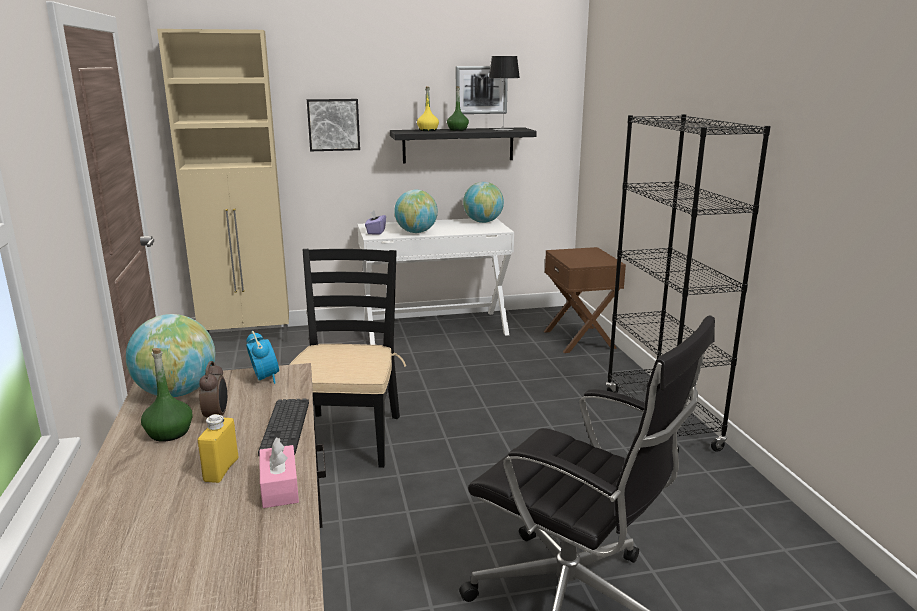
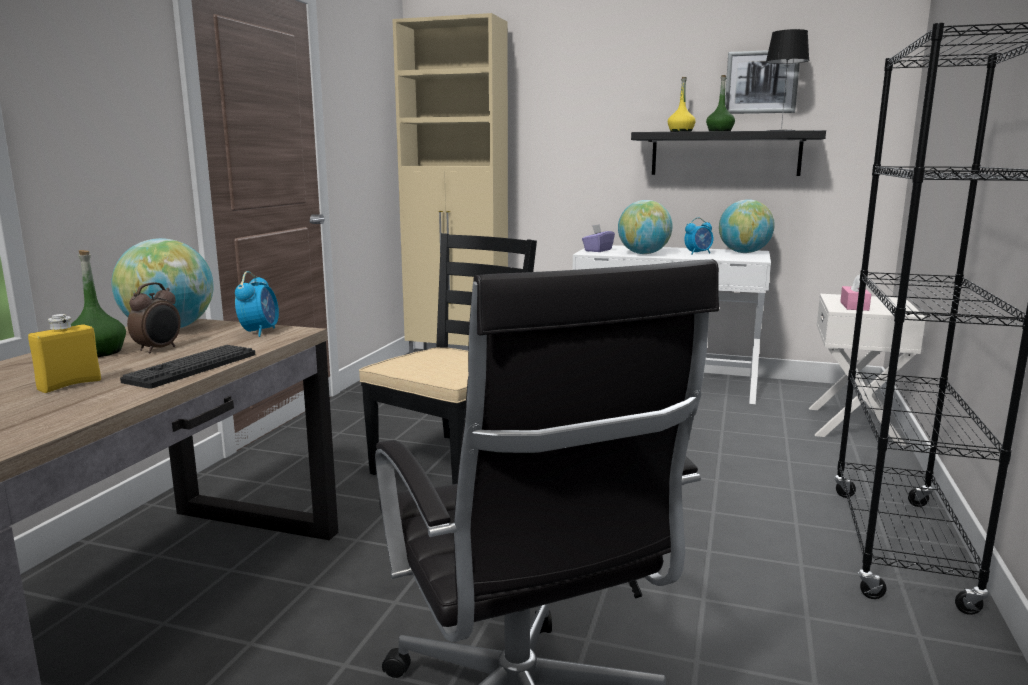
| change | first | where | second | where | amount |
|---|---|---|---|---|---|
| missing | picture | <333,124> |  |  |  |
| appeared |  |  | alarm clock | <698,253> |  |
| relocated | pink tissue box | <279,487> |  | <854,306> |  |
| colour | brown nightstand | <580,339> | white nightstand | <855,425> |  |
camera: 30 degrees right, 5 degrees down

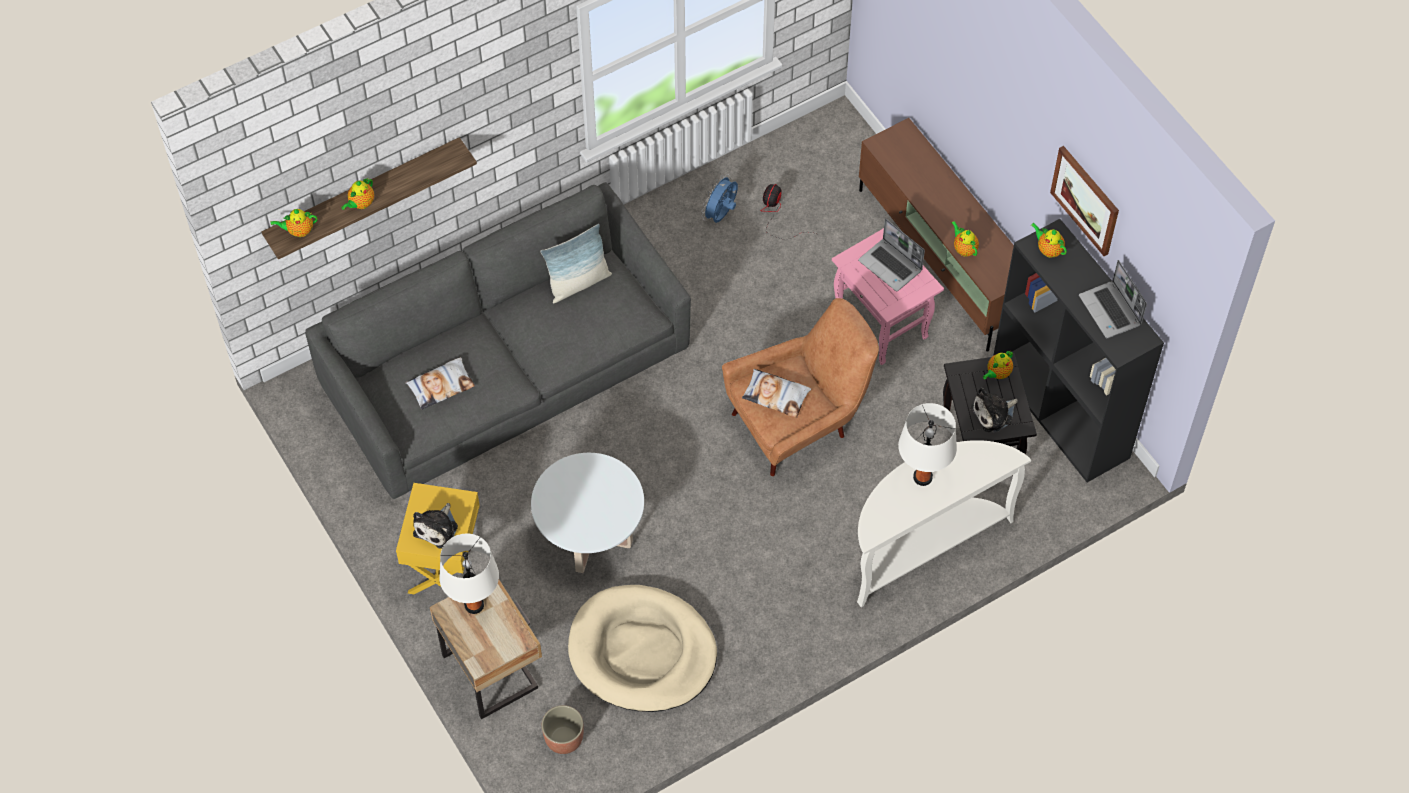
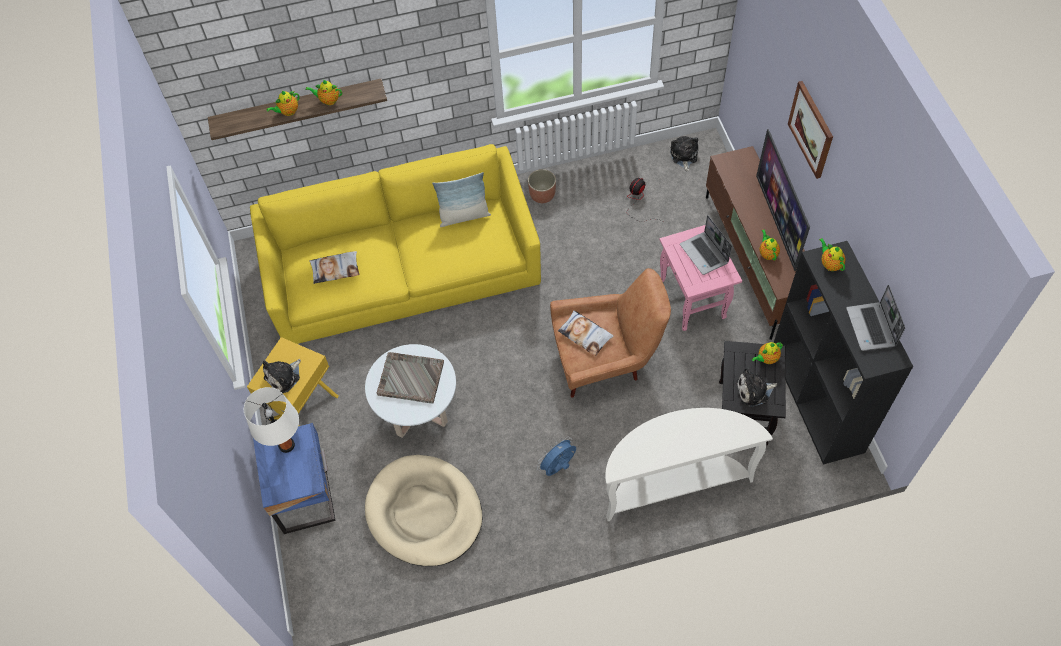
| change | first | where | second | where | amount |
|---|---|---|---|---|---|
| missing | white table lamp | <923,477> |  |  |  |
| appeared |  |  | grey tray | <410,378> |  |
| appeared |  |  | plush toy | <683,156> |  |
| appeared |  |  | television | <777,222> |  |
| relocated | teapot | <298,231> |  | <328,100> |  |
| relocated | planter | <564,738> |  | <542,195> |  |
| relocated | blue fan | <721,215> |  | <558,467> |  |
| relocated | picture | <1086,200> |  | <811,129> |  |
| colour | grey sofa | <505,366> | yellow sofa | <403,267> |  |
| colour | beige nightstand | <492,670> | blue nightstand | <307,496> |  |
camera: 20 degrees right, 0 degrees up

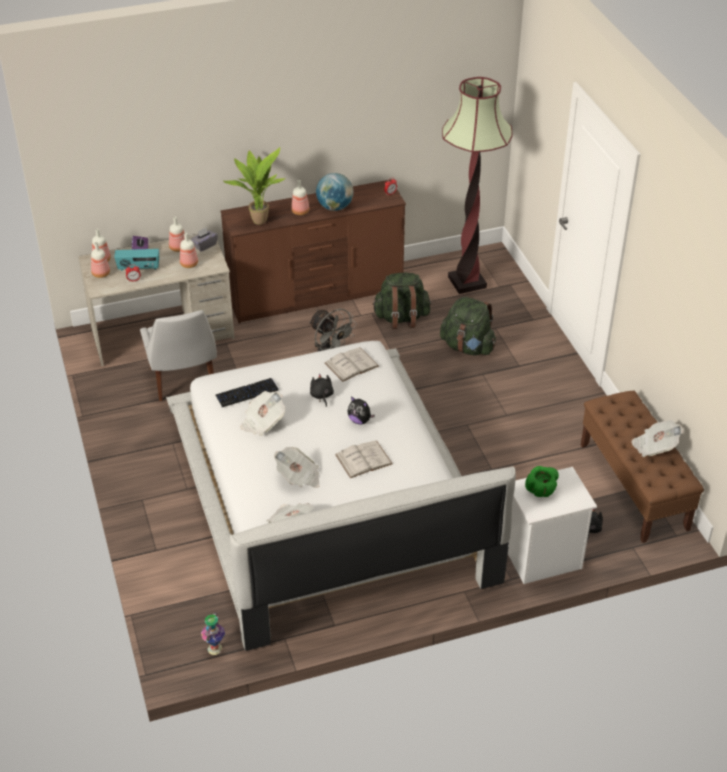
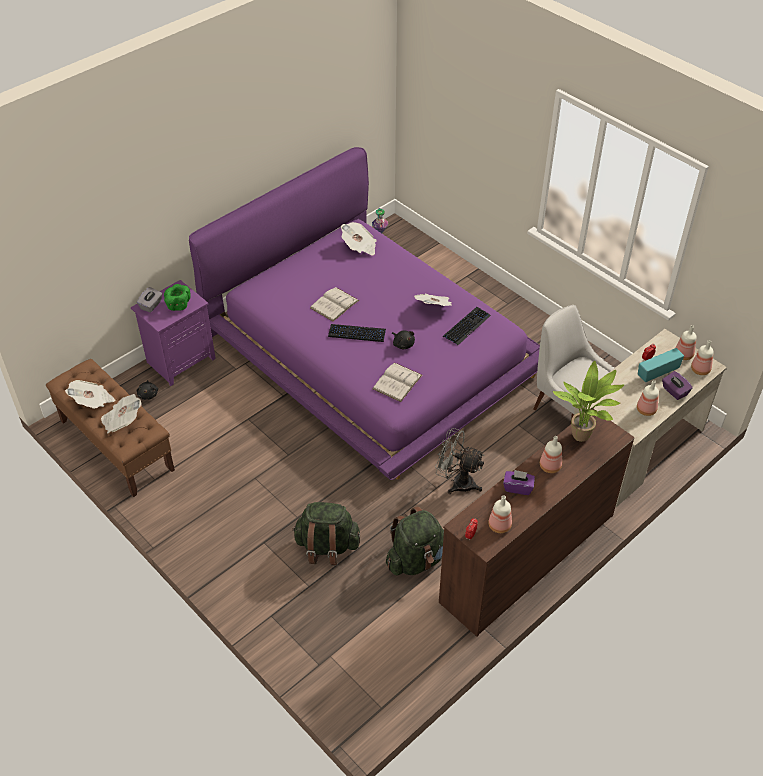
| change | first | where | second | where | amount |
|---|---|---|---|---|---|
| missing | floor lamp | <467,282> |  |  |  |
| relocated | bottle | <189,264> |  | <500,526> |  |
| relocated | grey tissue box | <204,245> |  | <151,305> |  |
| relocated | newspaper | <299,477> |  | <122,421> |  |
| exchanged | globe | <335,207> | purple tissue box | <518,487> |  |
| exchanged | plush toy | <360,420> | keyboard | <357,333> |  |
| colour | white bed | <328,497> | purple bed | <370,350> |  |
| colour | white nightstand | <541,558> | purple nightstand | <181,360> |  |
camera: 155 degrees right, 5 degrees up

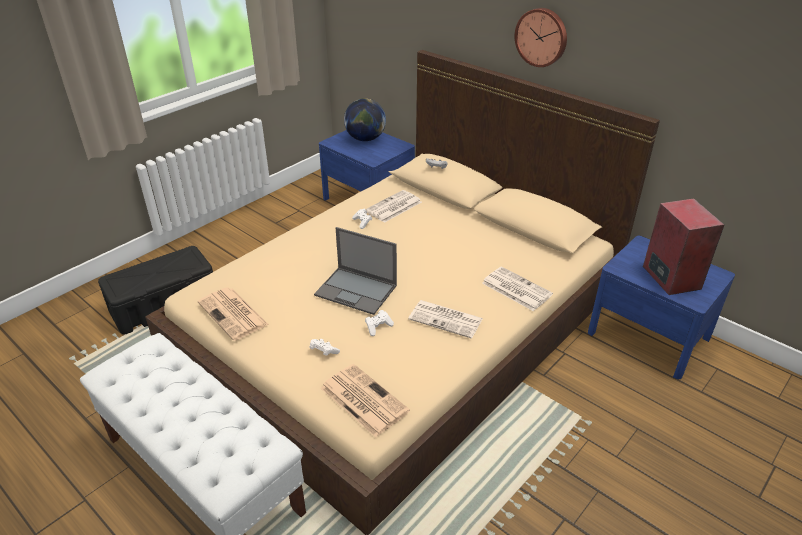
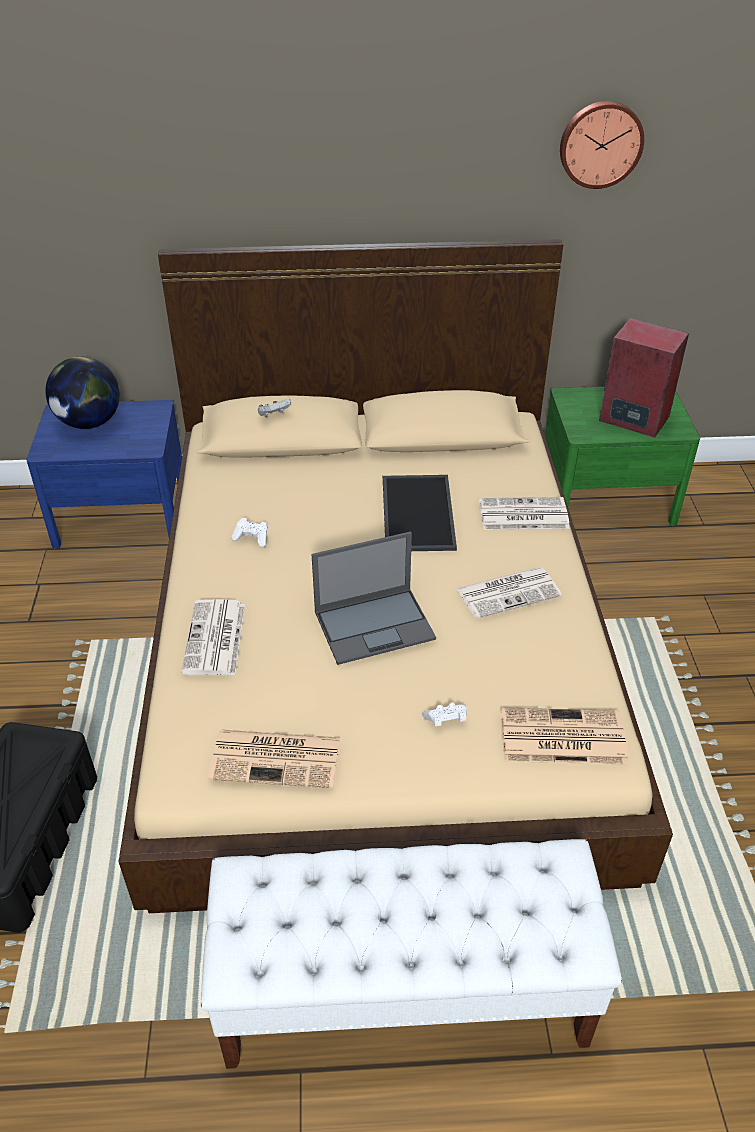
| change | first | where | second | where | amount |
|---|---|---|---|---|---|
| missing | white game controller | <378,327> |  |  |  |
| appeared |  |  | tray | <415,512> |  |
| relocated | newspaper | <393,207> |  | <215,639> |  |
| relocated | wall clock | <542,37> |  | <600,144> |  |
| colour | blue nightstand | <648,335> | green nightstand | <606,498> |  |
camera: 45 degrees left, 5 degrees up

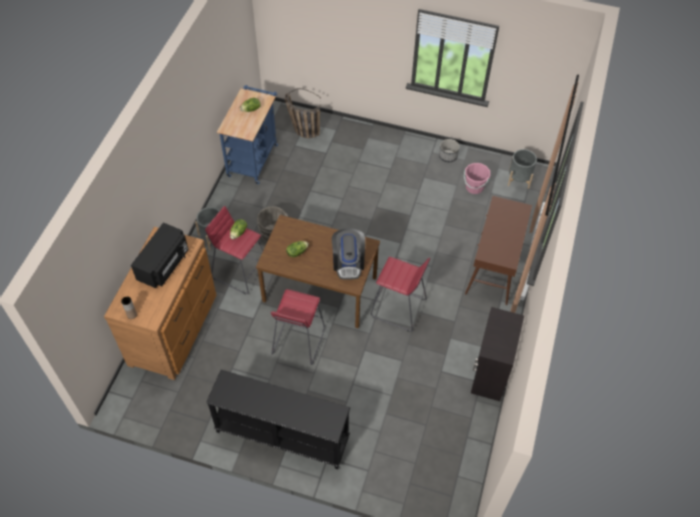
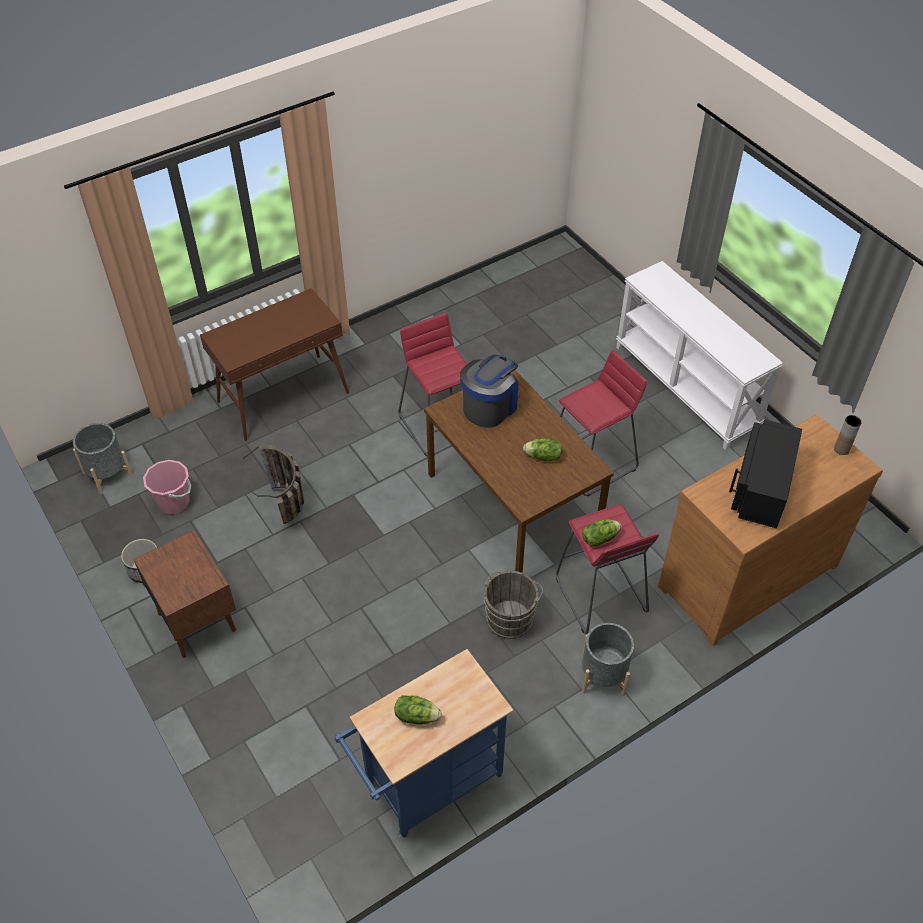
| change | first | where | second | where | amount |
|---|---|---|---|---|---|
| missing | black cabinet | <489,373> |  |  |  |
| appeared |  |  | brown nightstand | <197,620> |  |
| relocated | basket | <301,129> |  | <287,512> |  |
| colour | black console table | <281,435> | white console table | <686,387> |  |
| spun | black microwave | <164,264> |  | <760,488> | 45 degrees counterclockwise |
camera: 140 degrees left, 5 degrees down

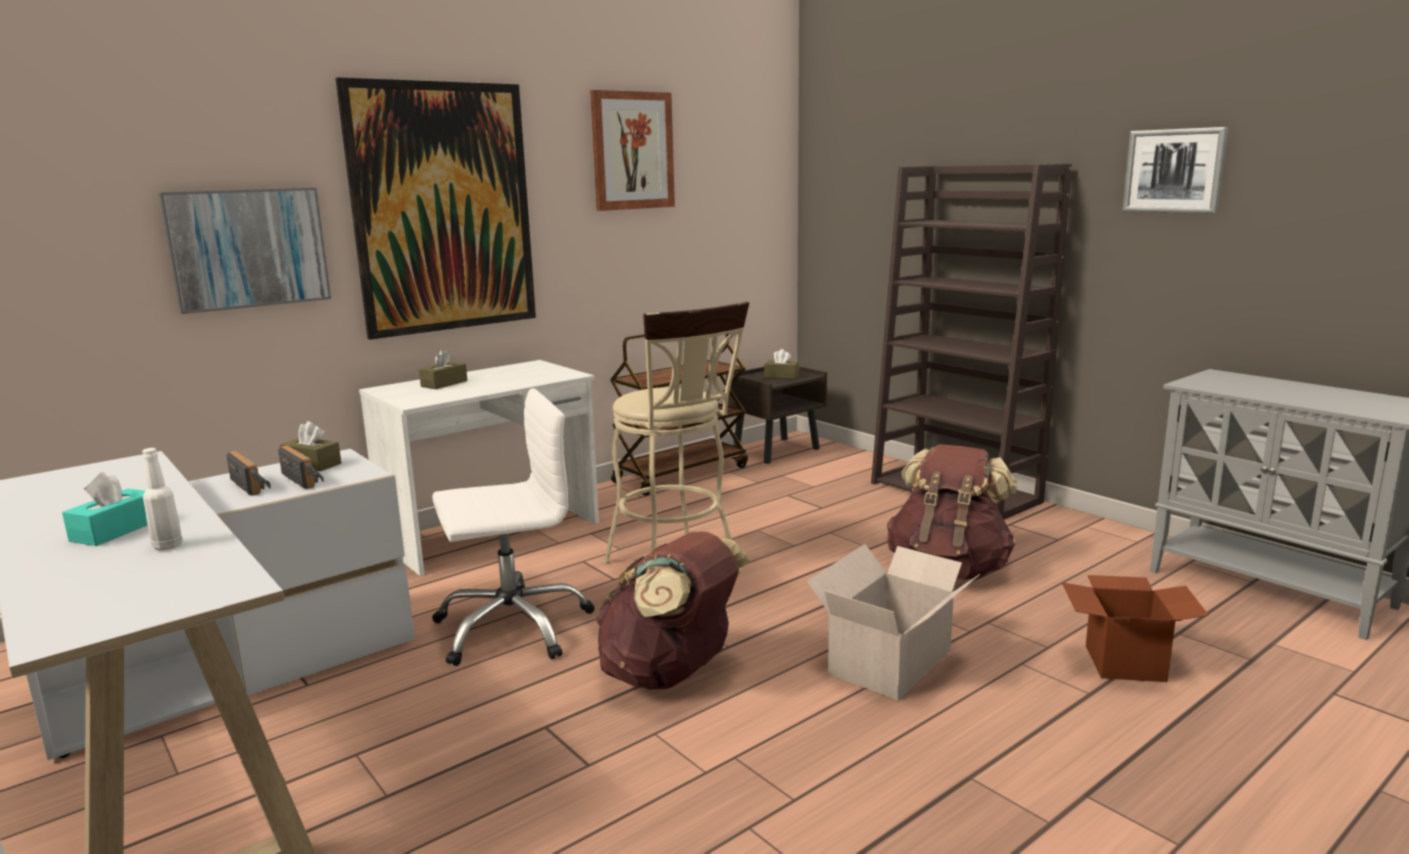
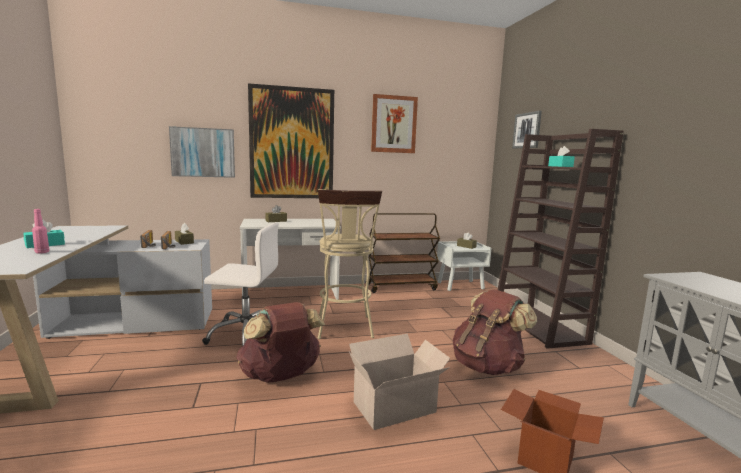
| change | first | where | second | where | amount |
|---|---|---|---|---|---|
| appeared |  |  | turquoise tissue box | <560,166> |  |
| relocated | picture | <1174,171> |  | <527,130> |  |
| colour | white bottle | <168,546> | pink bottle | <42,252> |  |
| colour | brown nightstand | <776,450> | white nightstand | <460,286> |  |
camera: 25 degrees right, 5 degrees down

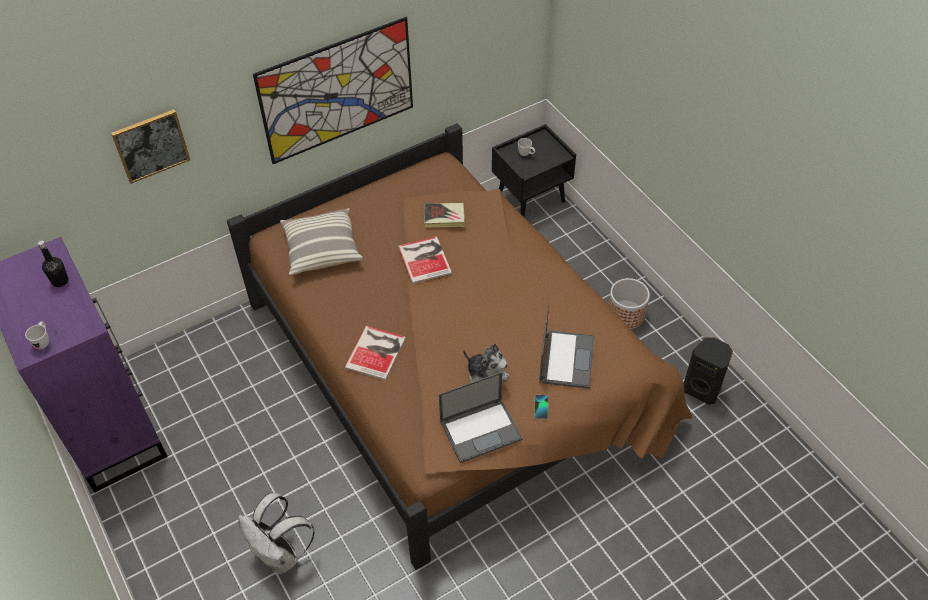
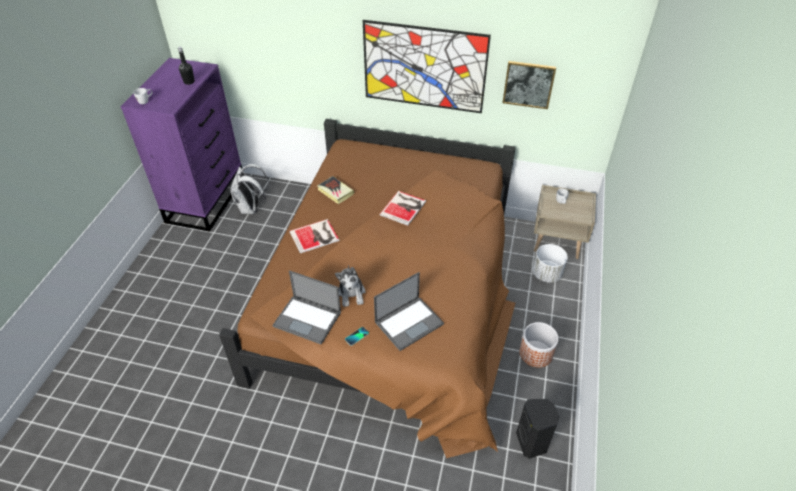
| change | first | where | second | where | amount |
|---|---|---|---|---|---|
| missing | pillow | <321,249> |  |  |  |
| appeared |  |  | white planter | <547,274> |  |
| relocated | picture | <151,145> |  | <528,84> |  |
| relocated | white backpack | <280,555> |  | <251,208> |  |
| relocated | book | <444,217> |  | <335,192> |  |
| colour | black nightstand | <531,198> | beige nightstand | <557,242> |  |
camera: 45 degrees right, 5 degrees down

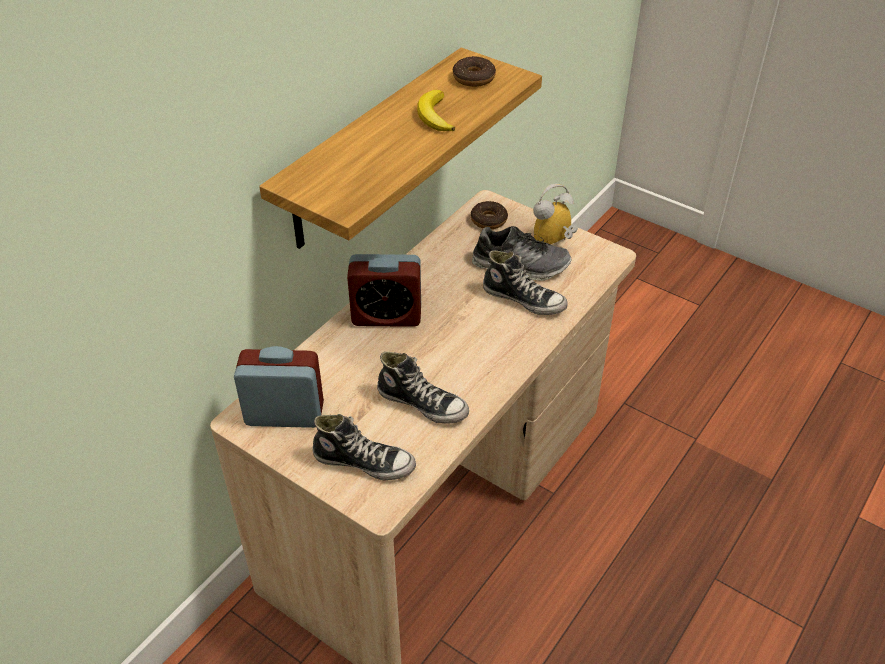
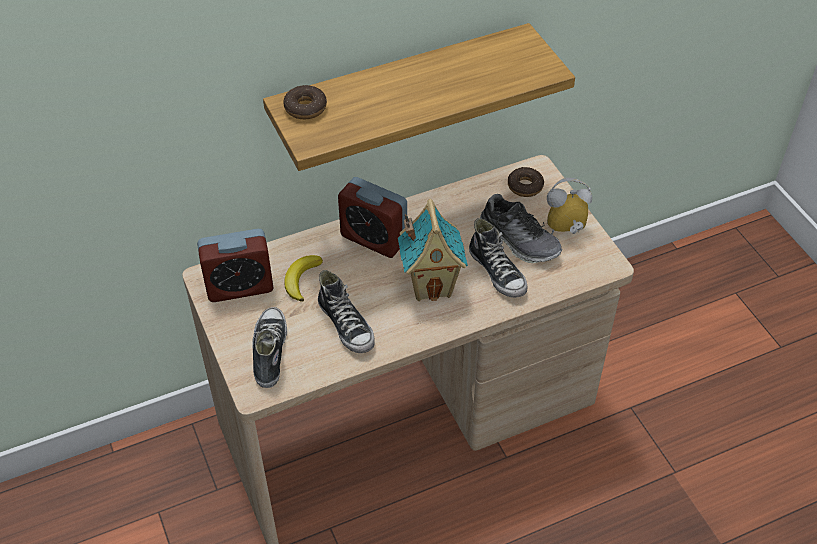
| change | first | where | second | where | amount |
|---|---|---|---|---|---|
| appeared |  |  | toy house | <431,285> |  |
| relocated | banana | <434,116> |  | <301,279> |  |
| relocated | donut | <473,78> |  | <305,108> |  |
| spun | alarm clock | <284,414> |  | <239,287> | 135 degrees clockwise |
| spun | shoe | <364,462> |  | <269,352> | 135 degrees counterclockwise |
camera: 30 degrees right, 5 degrees up

